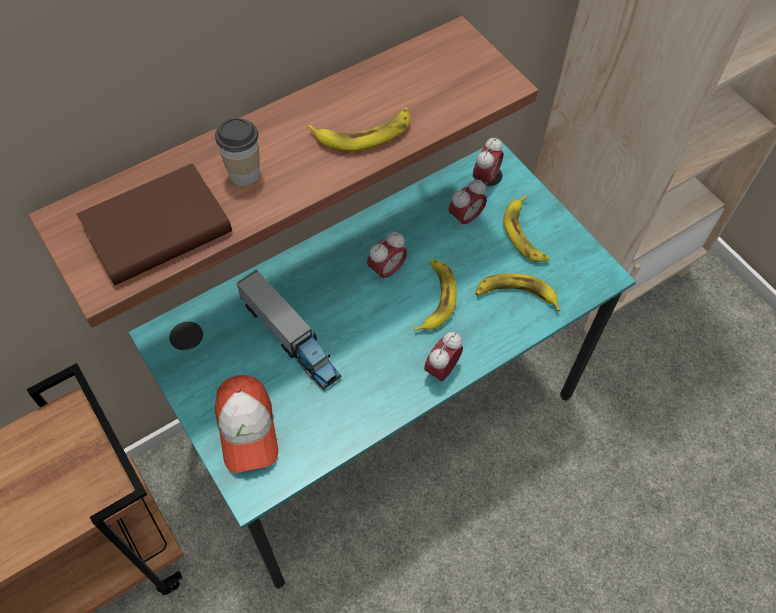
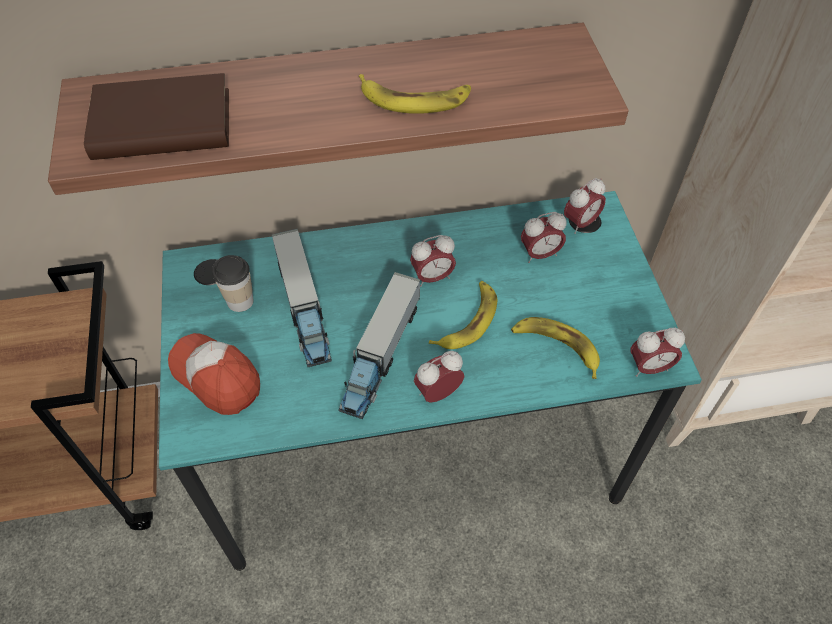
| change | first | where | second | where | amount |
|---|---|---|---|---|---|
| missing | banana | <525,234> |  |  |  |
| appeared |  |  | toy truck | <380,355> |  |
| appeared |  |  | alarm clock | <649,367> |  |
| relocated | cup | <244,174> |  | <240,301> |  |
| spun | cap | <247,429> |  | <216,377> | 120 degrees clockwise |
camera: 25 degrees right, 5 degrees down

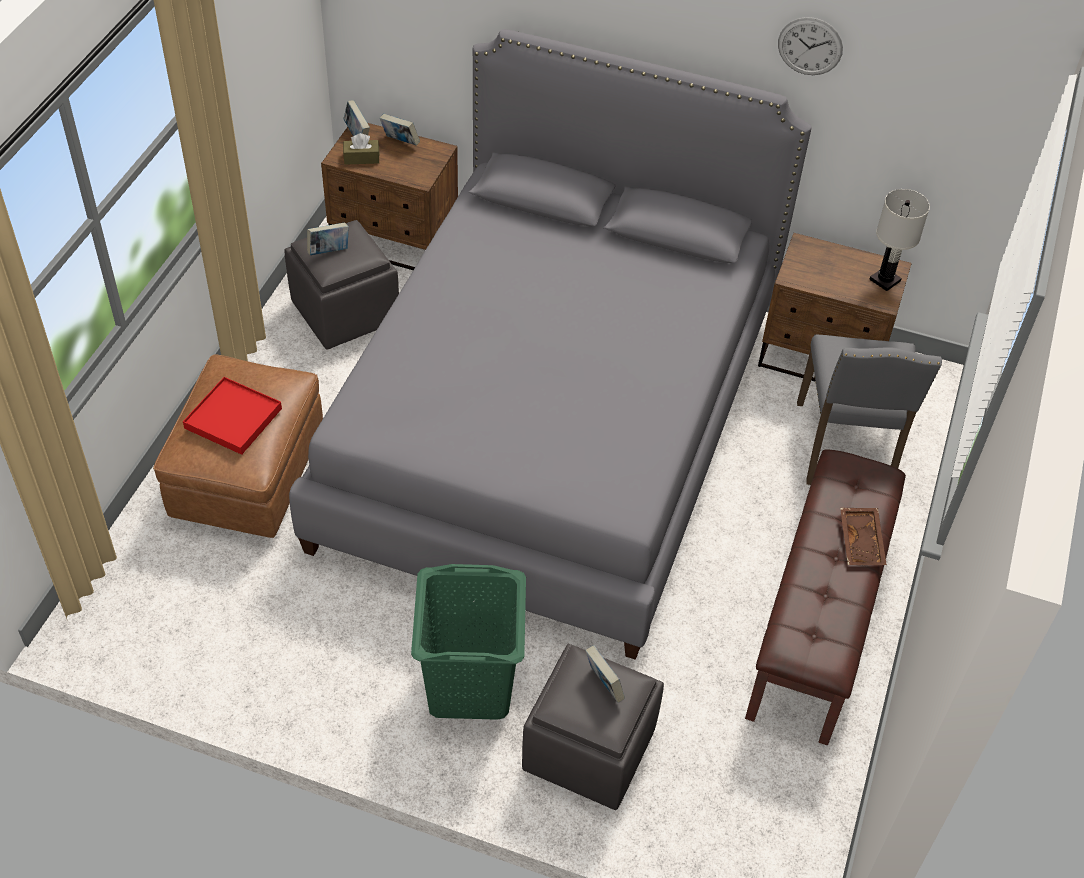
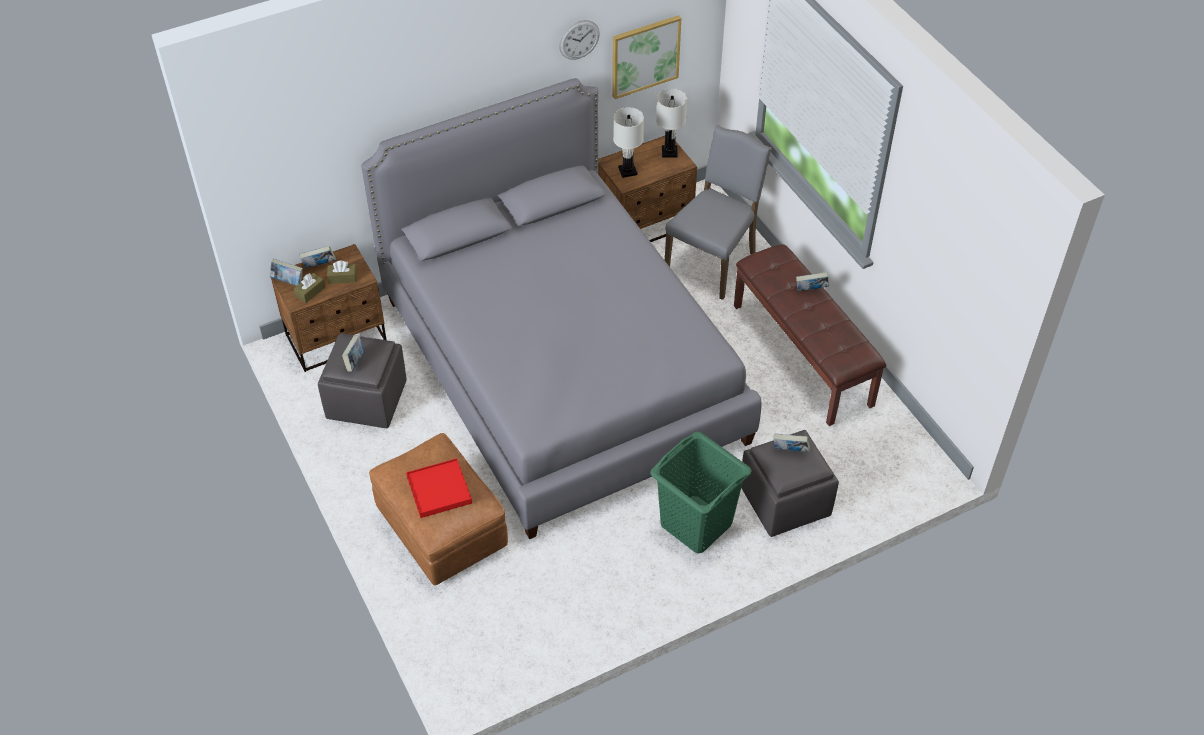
| change | first | where | second | where | amount |
|---|---|---|---|---|---|
| appeared |  |  | brown tissue box | <342,278> |  |
| appeared |  |  | picture | <645,56> |  |
| appeared |  |  | white table lamp | <628,171> |  |
| exchanged | brown tray | <862,542> | book | <810,290> |  |
| spun | grey chair | <847,449> |  | <713,262> | 105 degrees counterclockwise |
camera: 45 degrees left, 0 degrees up

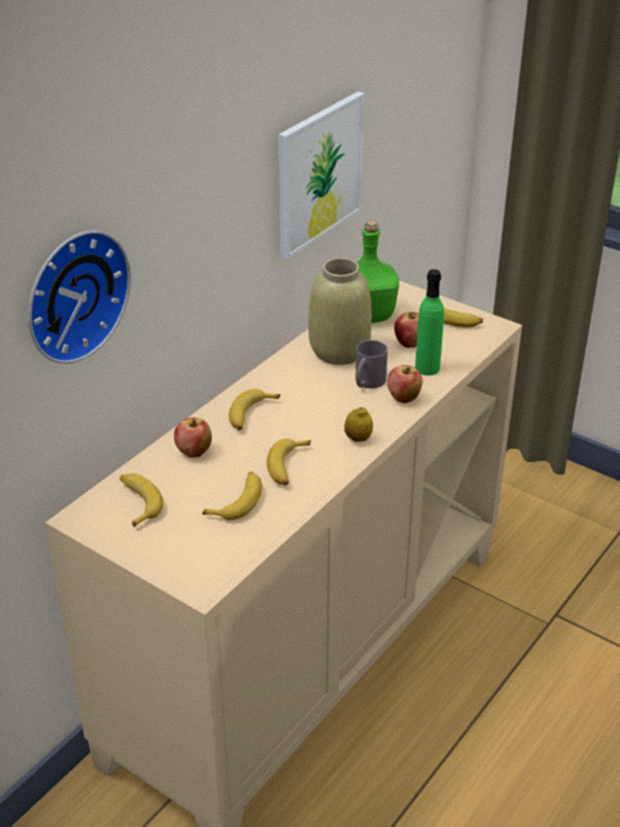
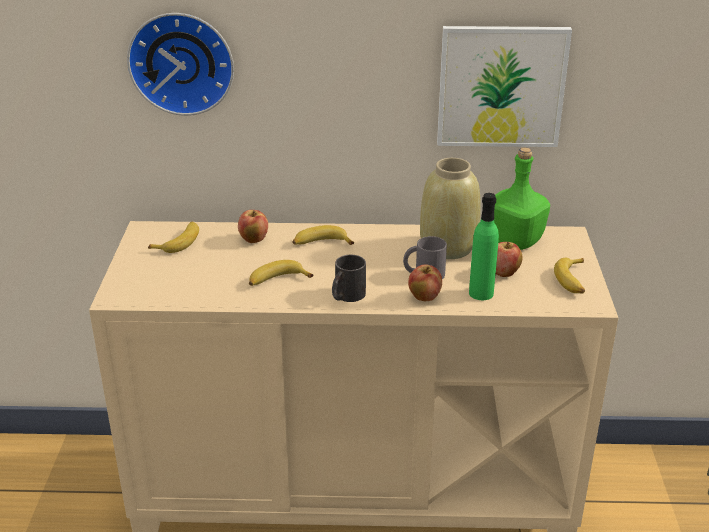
| change | first | where | second | where | amount |
|---|---|---|---|---|---|
| missing | banana | <237,501> |  |  |  |
| exchanged | lemon | <358,438> | black mug | <346,296> |  |
camera: 55 degrees right, 5 degrees down

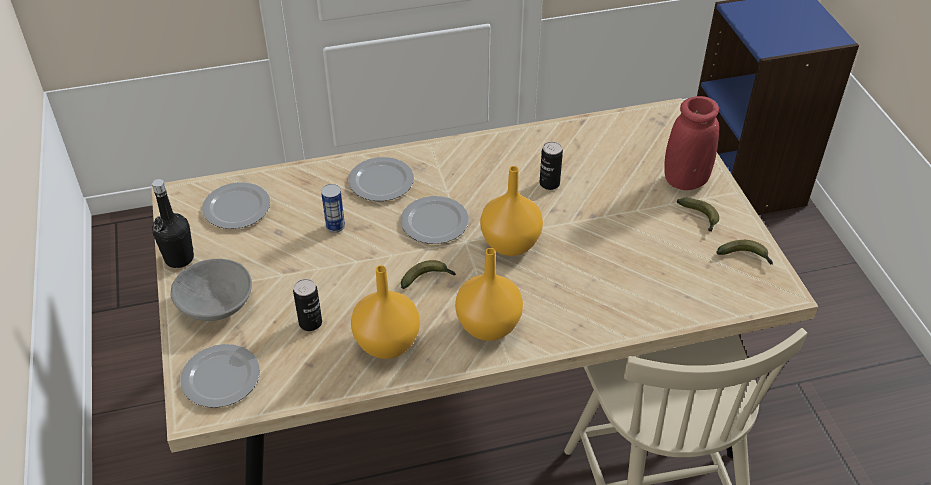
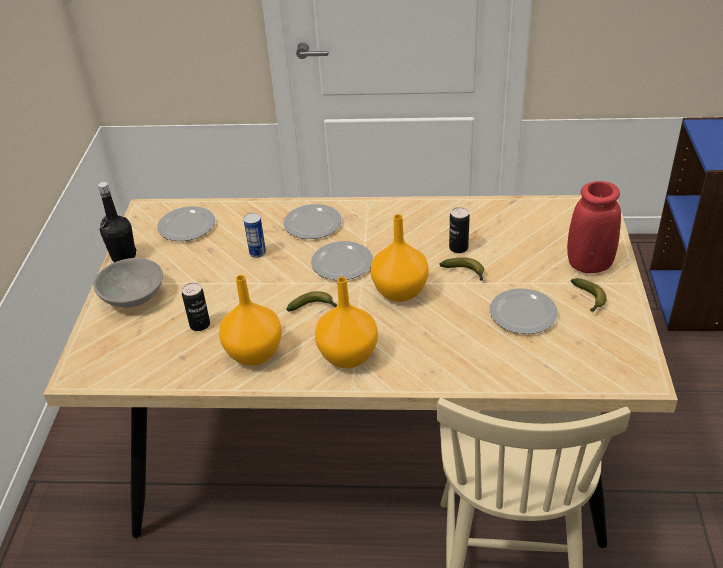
| change | first | where | second | where | amount |
|---|---|---|---|---|---|
| relocated | plate | <219,378> |  | <522,314> |  |
| relocated | banana | <746,257> |  | <466,273> |  |
camera: 20 degrees right, 5 degrees down

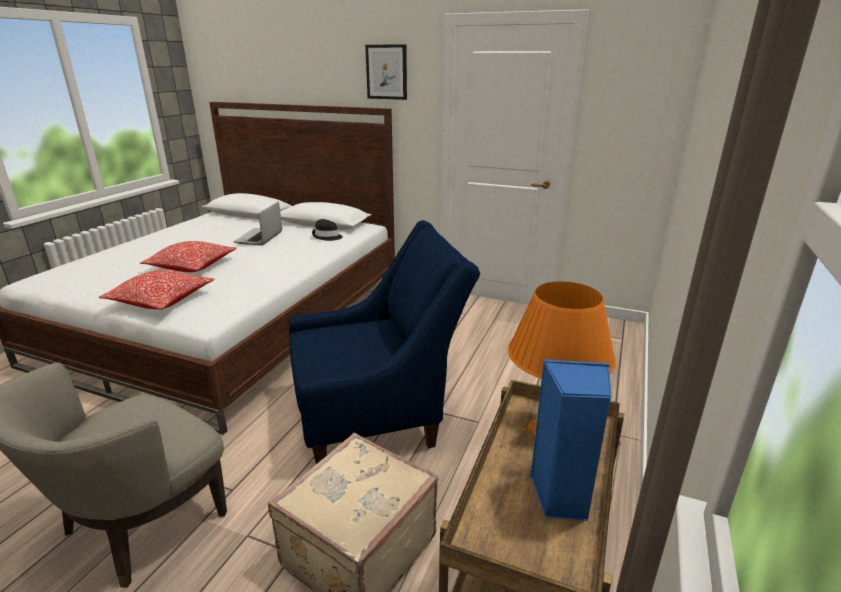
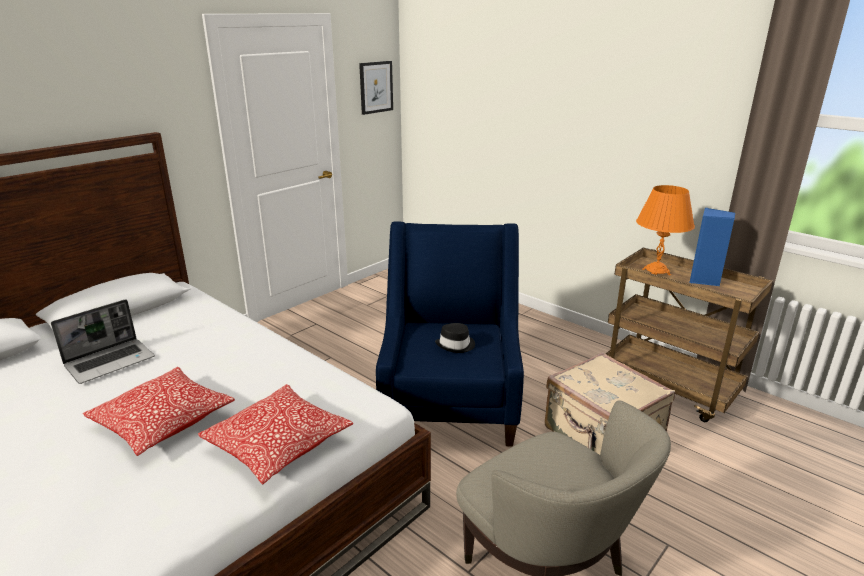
| change | first | where | second | where | amount |
|---|---|---|---|---|---|
| relocated | black hat | <327,236> |  | <456,345> |  |
| relocated | picture | <386,72> |  | <376,87> |  |
| spun | laptop | <259,238> |  | <111,361> | 75 degrees counterclockwise |
camera: 70 degrees left, 0 degrees up

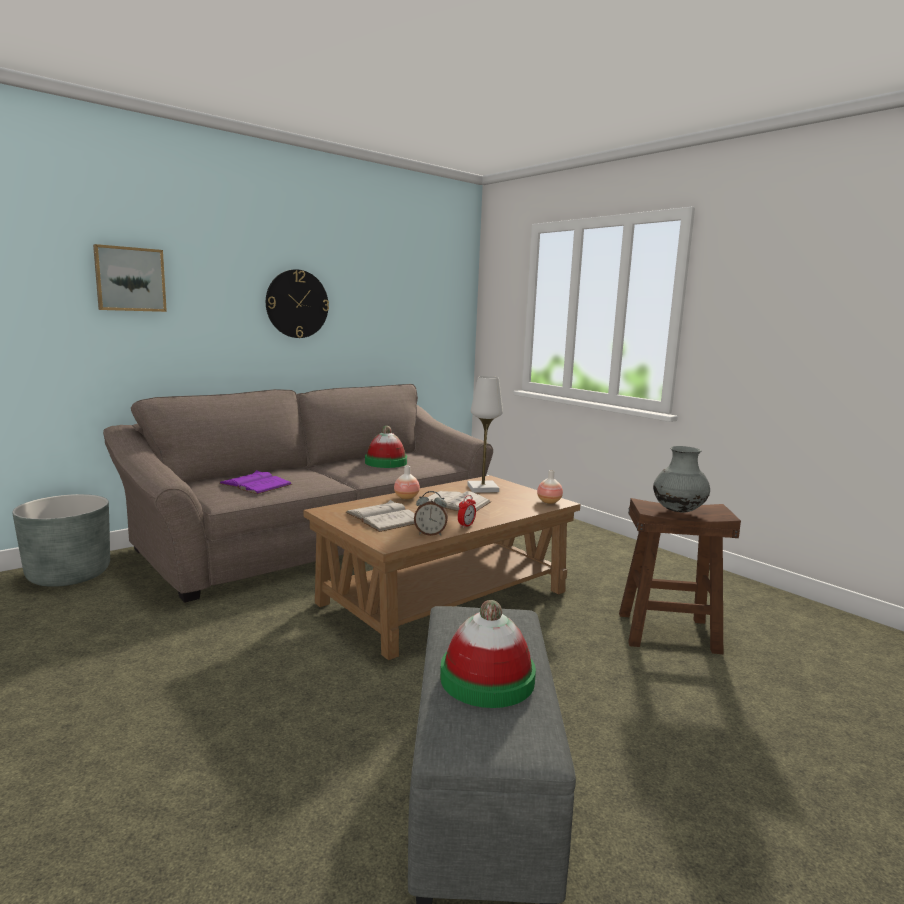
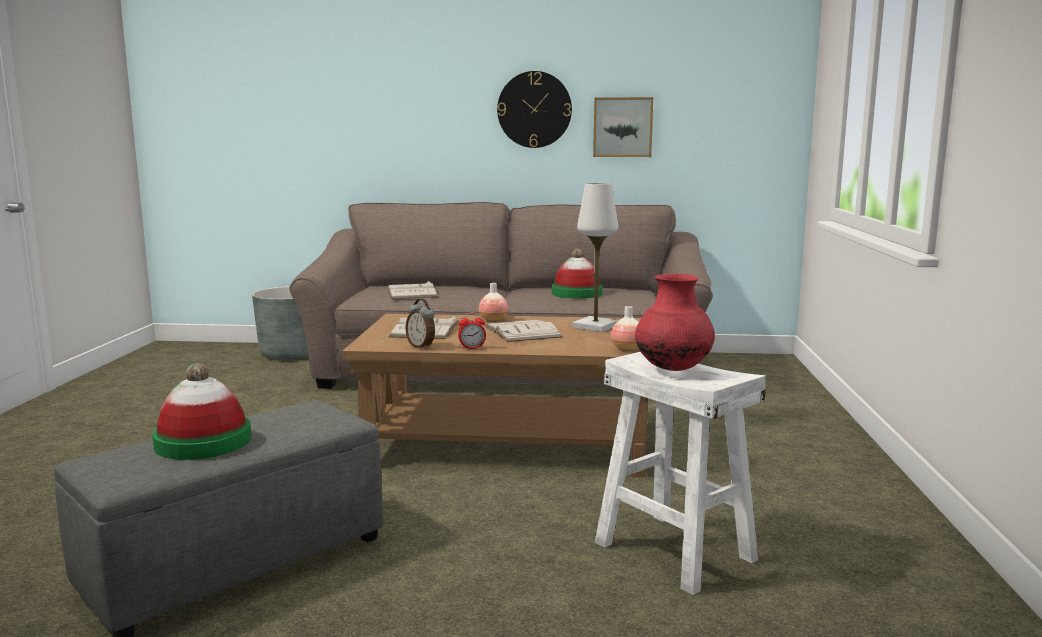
| change | first | where | second | where | amount |
|---|---|---|---|---|---|
| relocated | picture | <130,279> |  | <622,127> |  |
| colour | purple book | <255,484> | white book | <411,292> |  |
| colour | brown stool | <668,632> | white stool | <676,551> |  |
| colour | grey vase | <678,511> | red vase | <673,369> |  |
camera: 45 degrees right, 0 degrees up

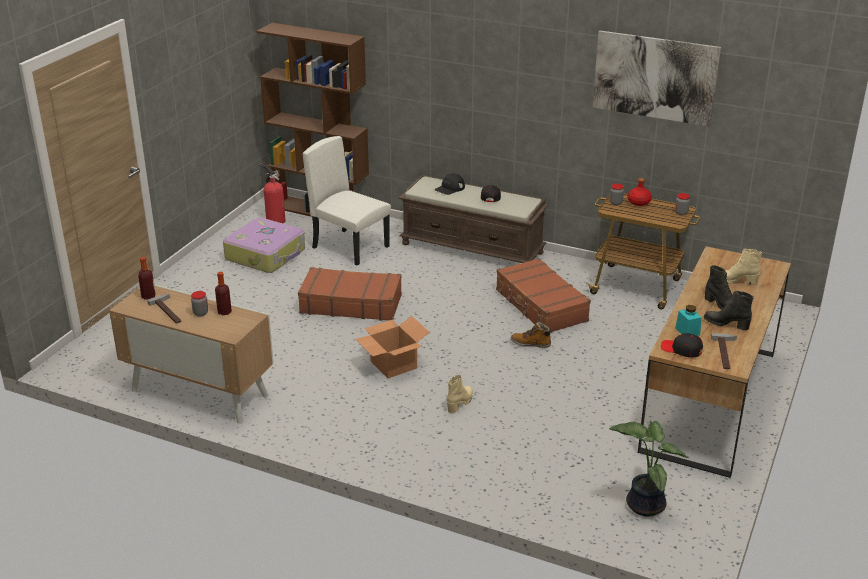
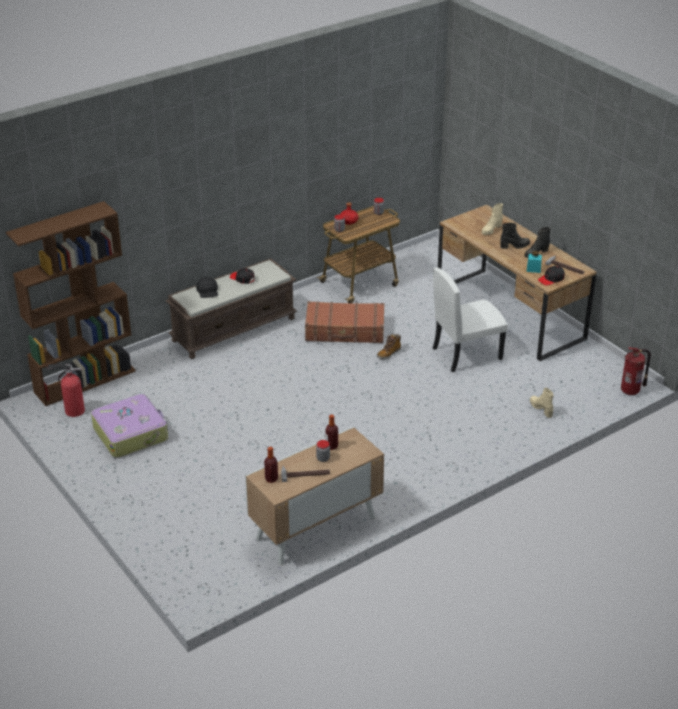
| change | first | where | second | where | amount |
|---|---|---|---|---|---|
| missing | brown suitcase | <351,304> |  |  |  |
| missing | cardboard box | <394,365> |  |  |  |
| missing | picture | <654,77> |  |  |  |
| missing | potted plant | <643,504> |  |  |  |
| appeared |  |  | fire extinguisher | <631,390> |  |
| relocated | white chair | <351,247> |  | <466,353> |  |
| relocated | beige boot | <460,403> |  | <541,409> |  |
camera: 60 degrees left, 5 degrees up

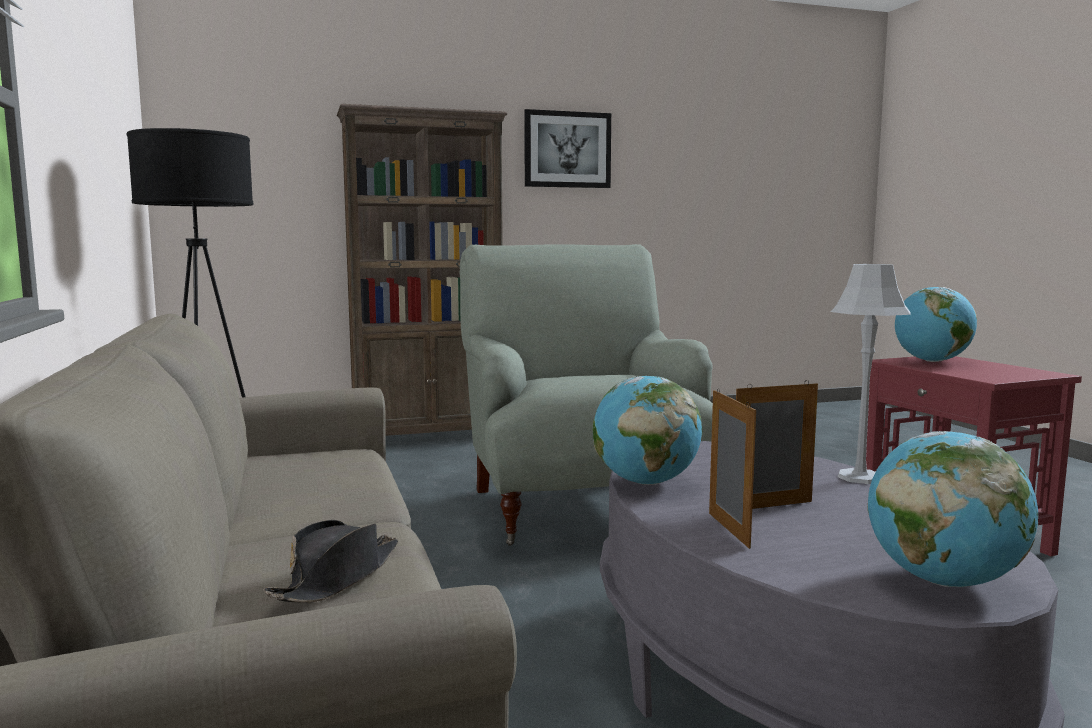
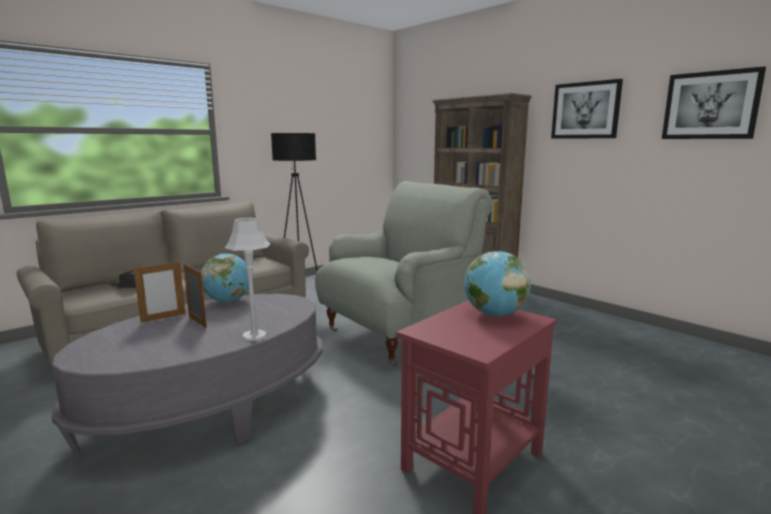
| change | first | where | second | where | amount |
|---|---|---|---|---|---|
| missing | globe | <943,581> |  |  |  |
| appeared |  |  | picture | <710,105> |  |
camera: 65 degrees right, 5 degrees up

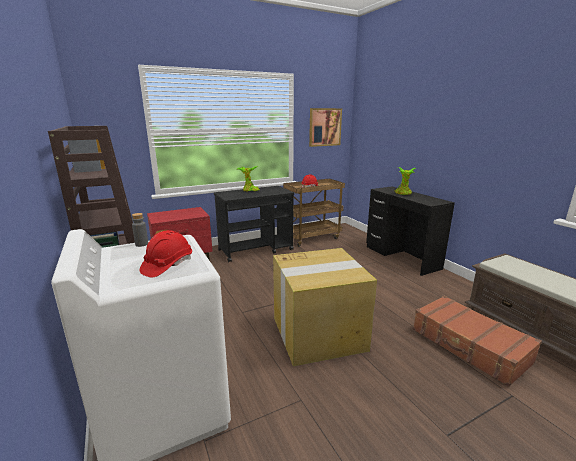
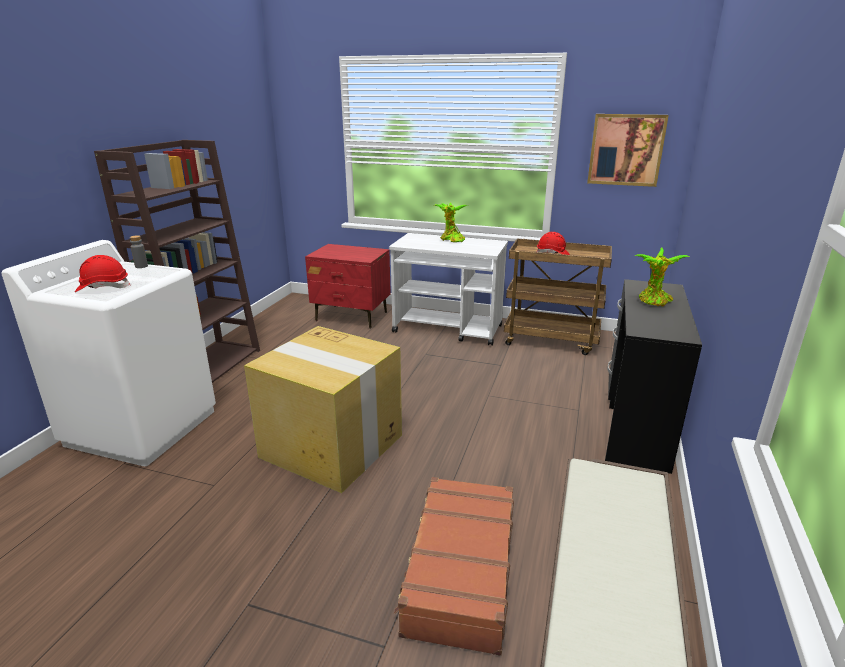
| change | first | where | second | where | amount |
|---|---|---|---|---|---|
| colour | black cart | <256,250> | white cart | <448,329> |  |
camera: 45 degrees right, 5 degrees up

